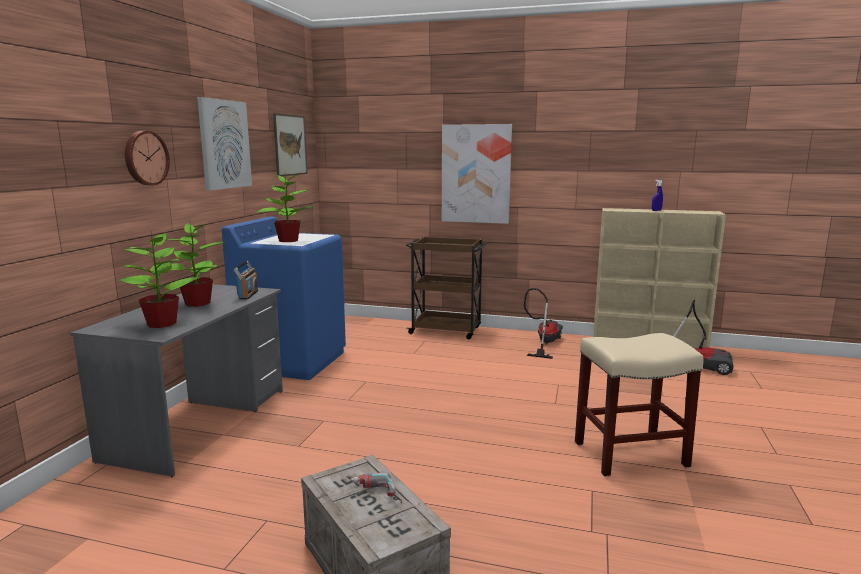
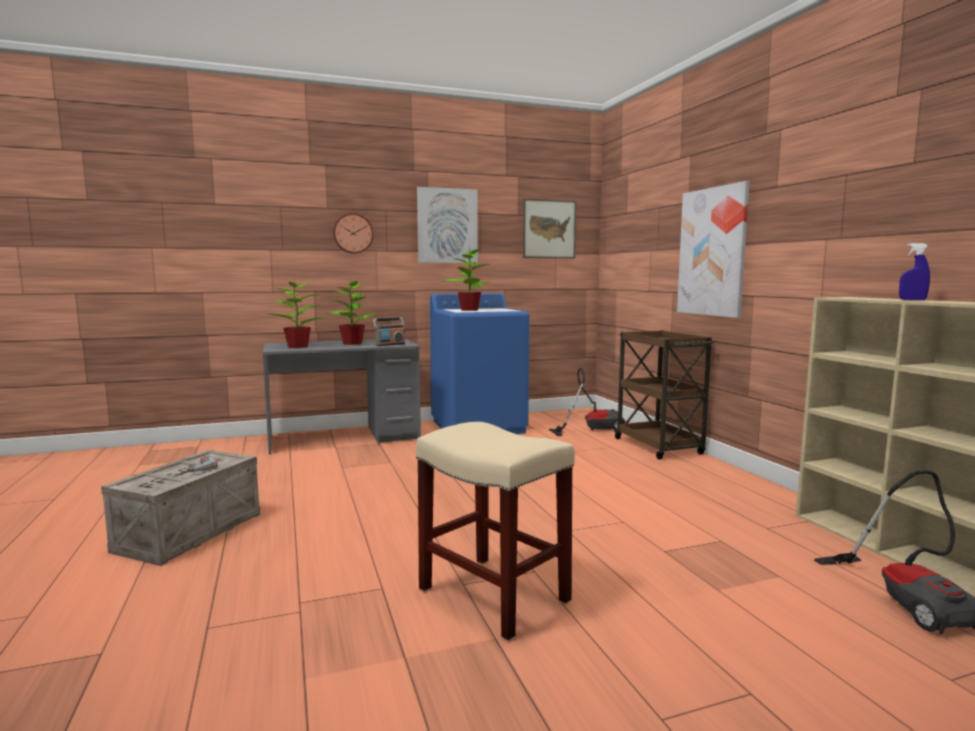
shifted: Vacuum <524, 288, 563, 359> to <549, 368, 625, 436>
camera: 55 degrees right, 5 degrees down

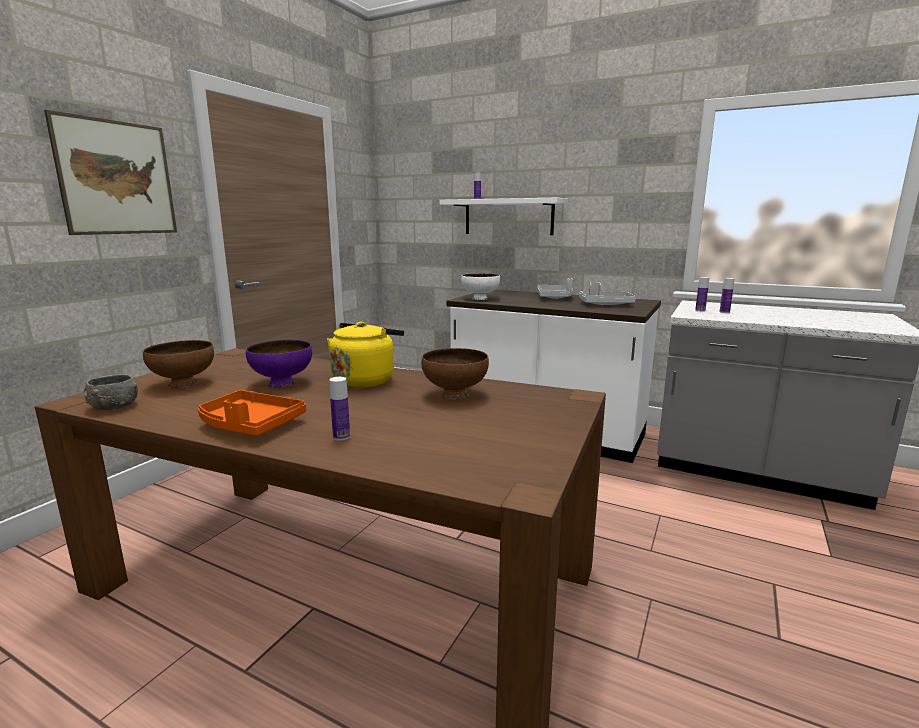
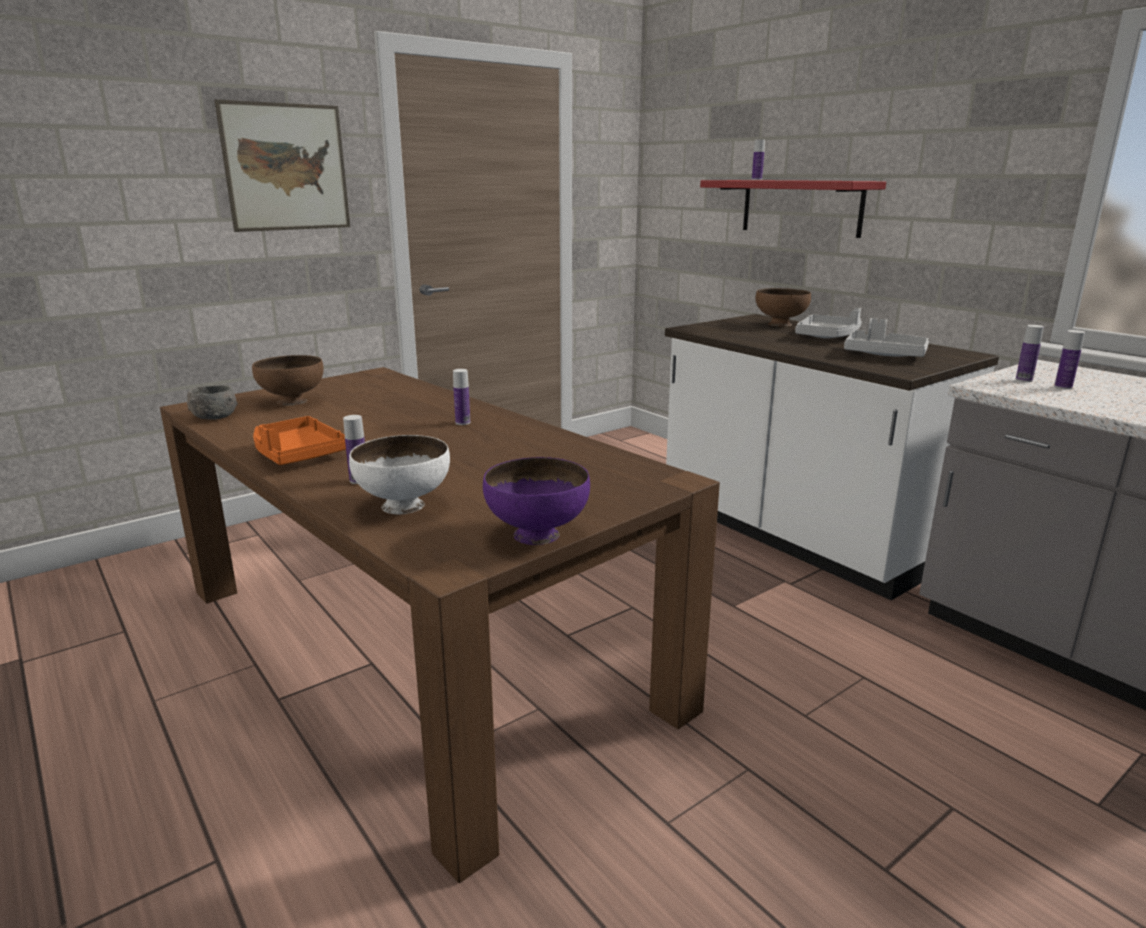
shifted: WhitishDeepDish <461, 273, 500, 300> to <349, 435, 450, 514>; PurpleColouredDeepDish <246, 340, 312, 388> to <483, 457, 590, 545>; BrownishDeepDish <421, 348, 489, 400> to <756, 288, 811, 327>
swapped: YellowKettle <327, 322, 404, 388> to BeverageBottle <453, 369, 470, 425>
repainted: WhitishBracketShelf <439, 198, 568, 235> to RedColouredBracketShelf <700, 180, 886, 238>
camera: 25 degrees right, 5 degrees up

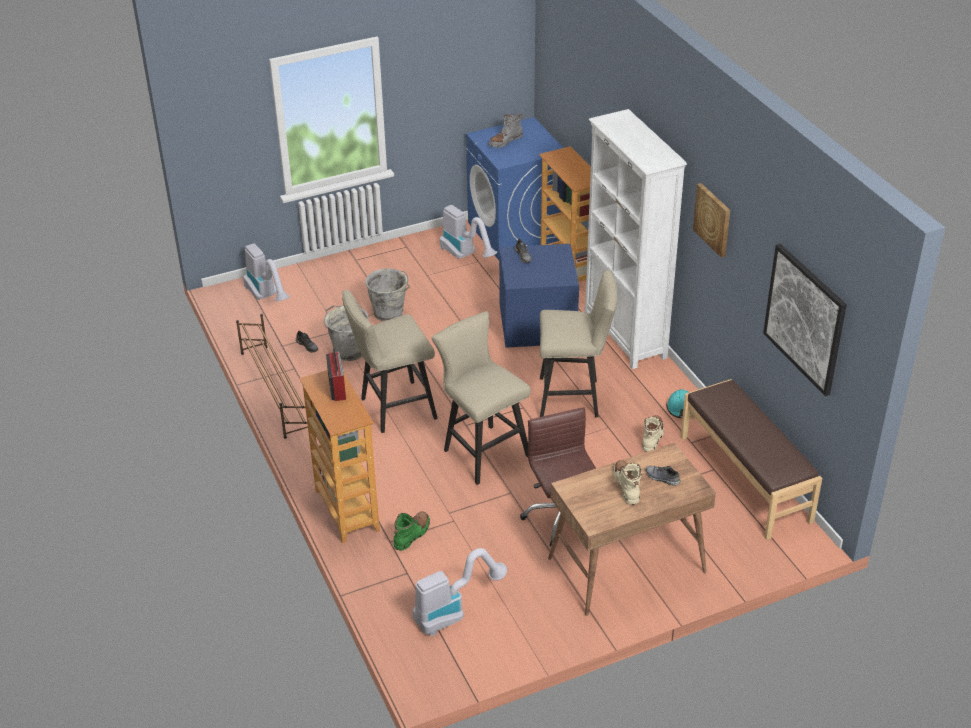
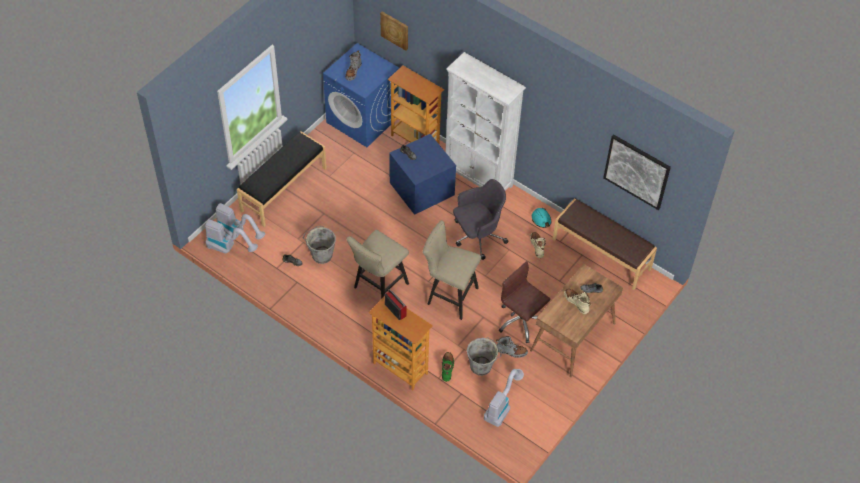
gone: BrownishShoeRack <236, 314, 308, 439>
new: BlackColouredLongSeat <237, 131, 327, 227>; GrayBoot <496, 336, 528, 358>
shifted: Vacuum <440, 205, 497, 259> to <205, 220, 258, 253>; WallPicture <693, 183, 730, 258> to <380, 12, 408, 51>; GrayWaterBucket <365, 268, 410, 321> to <467, 337, 502, 376>
swapped: BeigeColouredStool <540, 270, 617, 417> to GrayDeskChair <453, 179, 508, 260>
camera: 30 degrees left, 15 degrees up

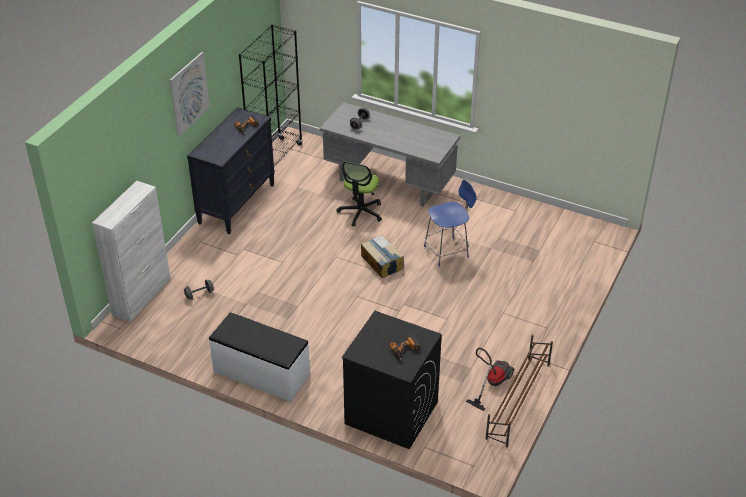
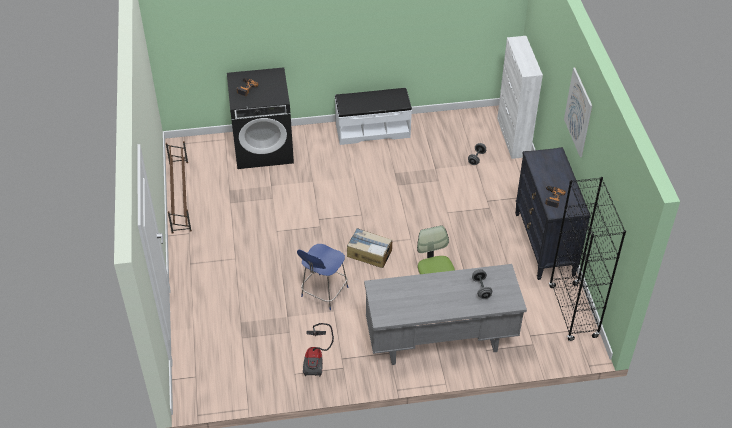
shifted: Vacuum <466, 348, 515, 411> to <303, 323, 334, 376>
camera: 145 degrees right, 5 degrees up

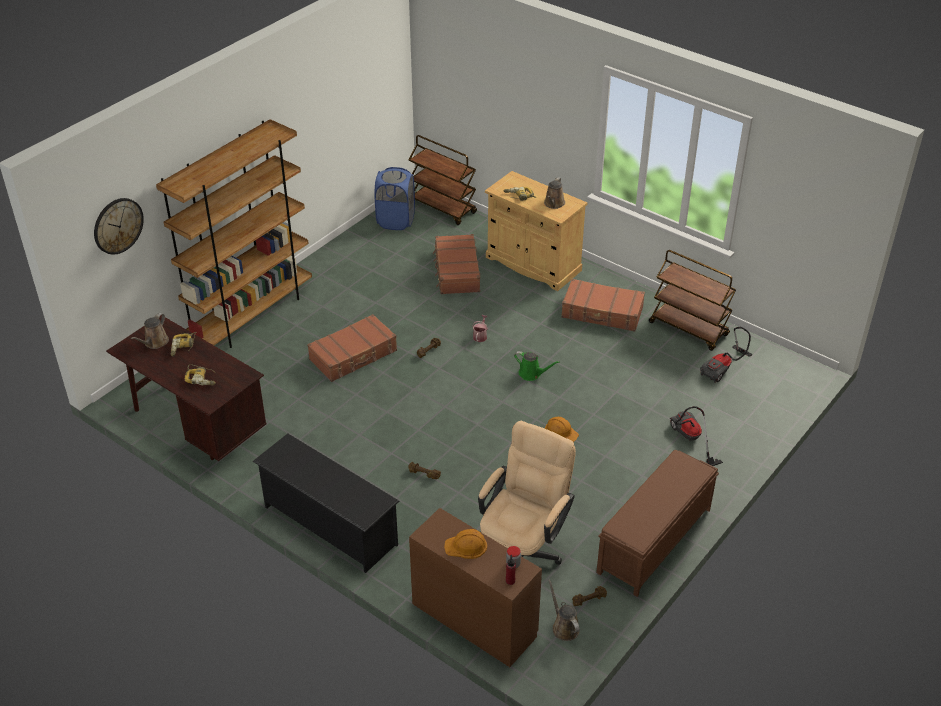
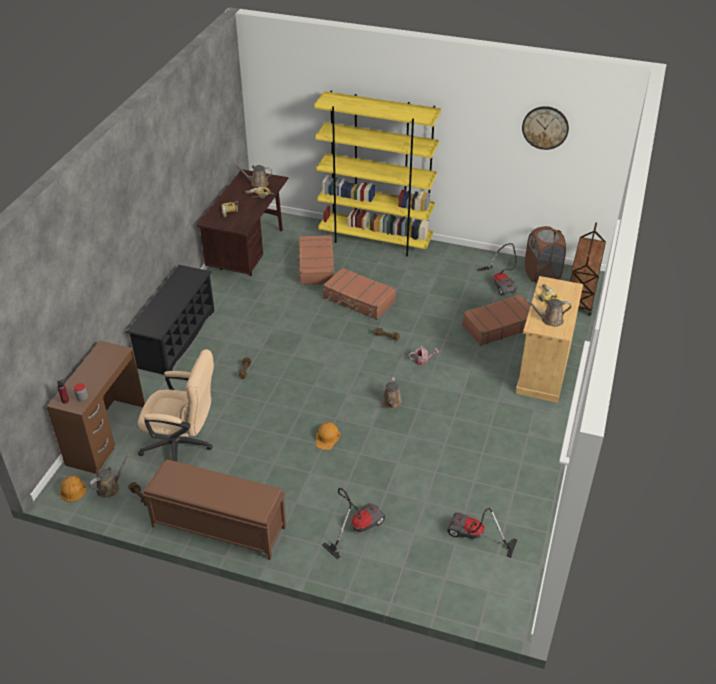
gone: BrownishTrolley <649, 250, 736, 351>
new: Vacuum <477, 243, 518, 296>
shifted: OrangeHardHat <444, 529, 487, 559> to <60, 476, 87, 502>; BrownishPieceOfLuggage <561, 279, 645, 332> to <297, 235, 335, 285>; WallClock <94, 198, 144, 255> to <522, 106, 569, 150>
repainted: BrownishBookcase <156, 119, 312, 348> to YellowBookcase <314, 90, 441, 256>; GreenishWateringPot <514, 351, 560, 381> to BrownishWateringPot <382, 377, 402, 409>; BluishLaundryBasket <374, 167, 415, 230> to BrownishLaundryBasket <525, 226, 566, 283>
camera: 70 degrees right, 0 degrees up

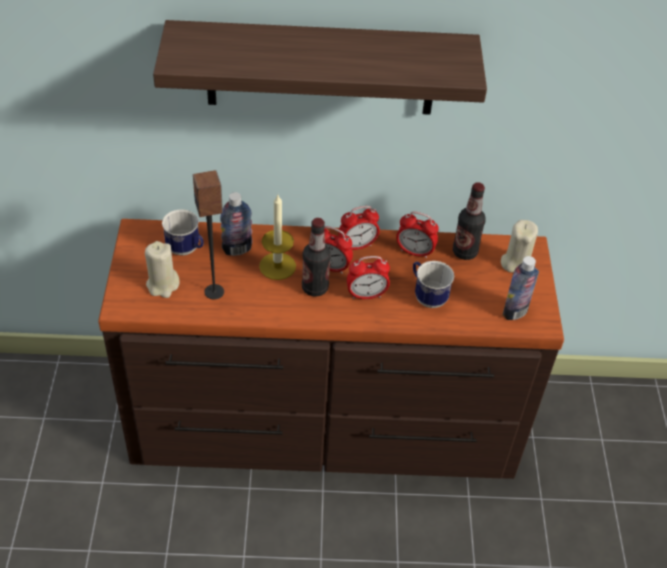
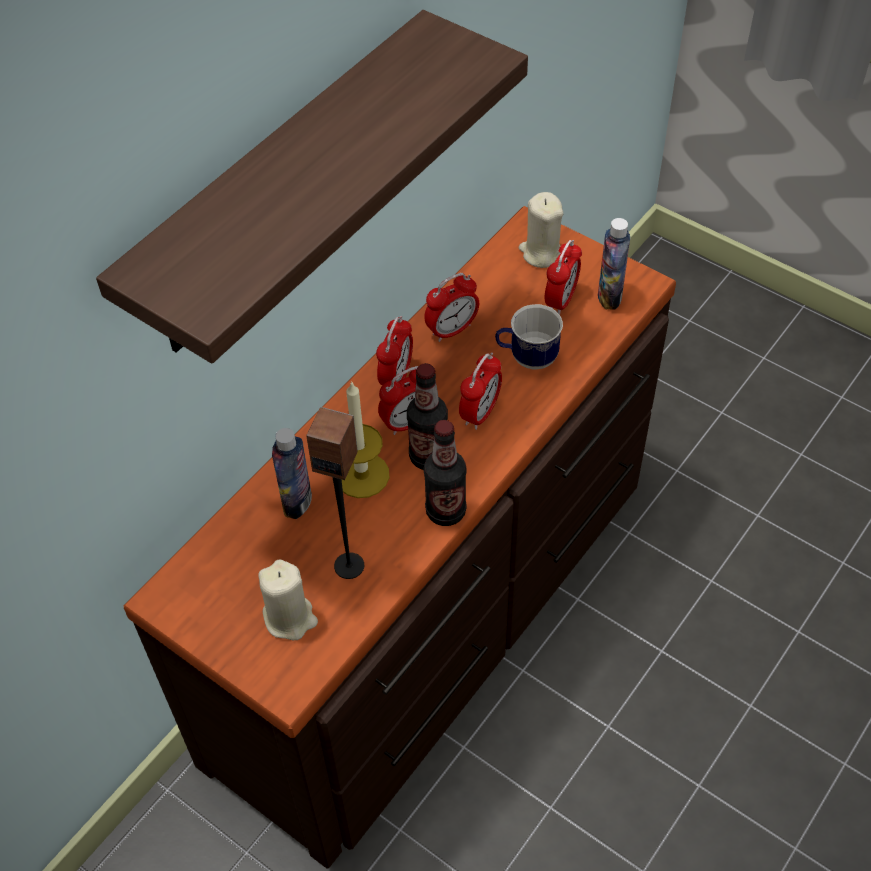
gone: TeaMug <162, 209, 204, 255>
new: BedsideClock <545, 240, 582, 315>
shifted: BeverageBottle <453, 182, 485, 260> to <424, 420, 467, 526>
camera: 50 degrees left, 5 degrees up

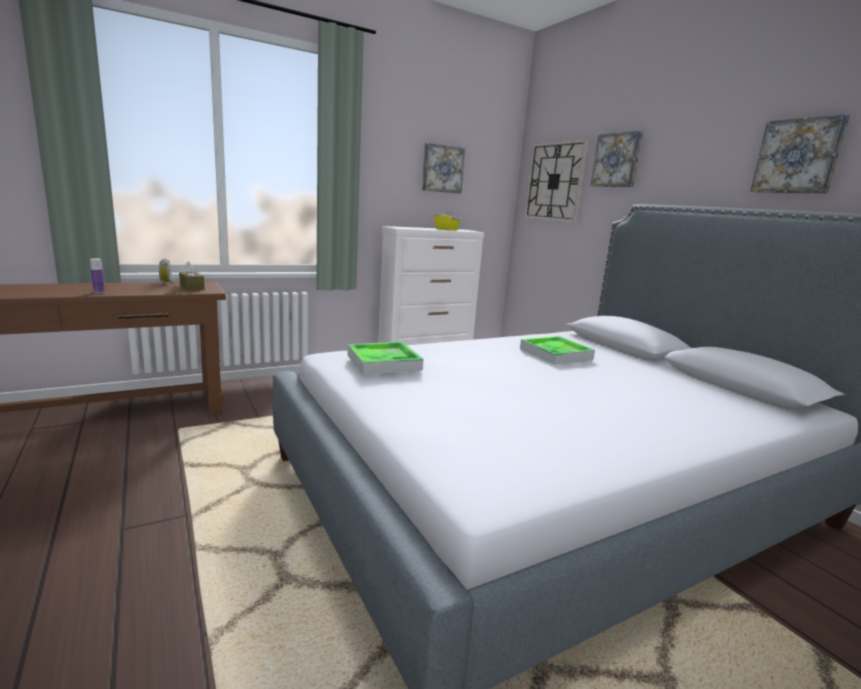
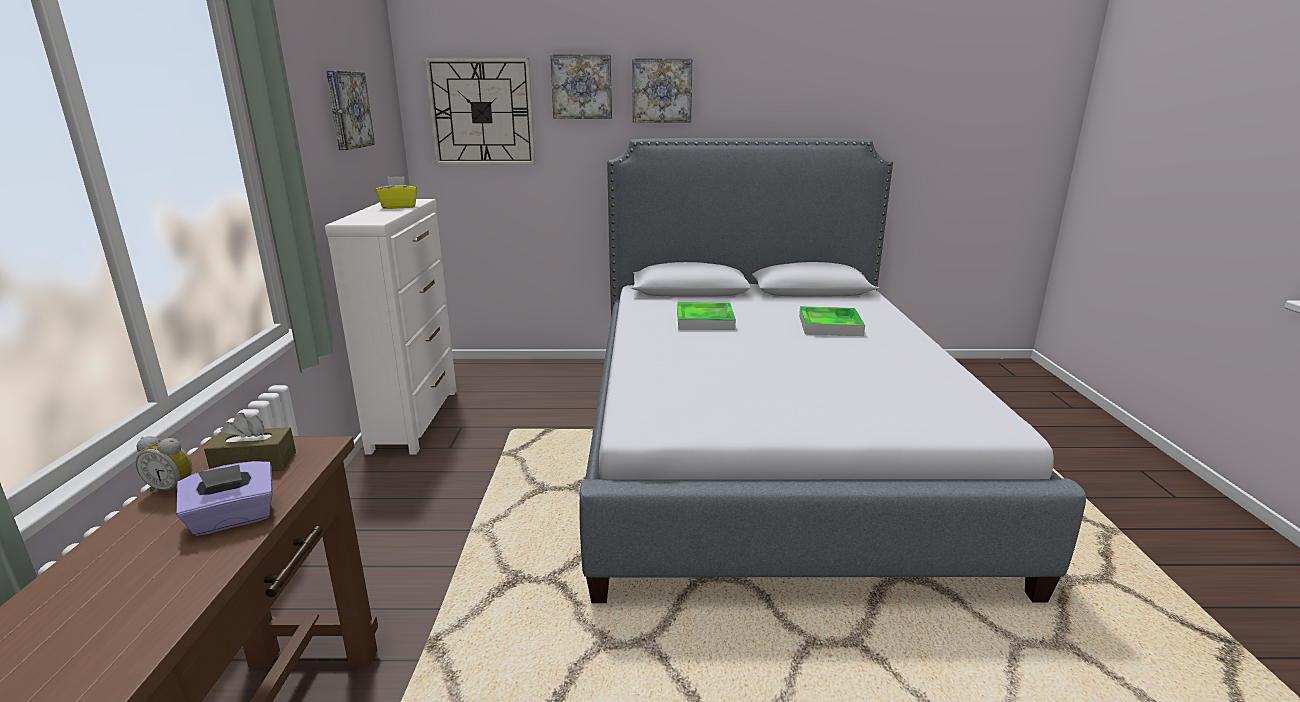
gone: BeverageBottle <90, 258, 105, 293>
new: PurpleColouredTissueBox <176, 461, 273, 536>
shifted: WallPicture <750, 114, 850, 194> to <632, 58, 692, 122>; Tray <348, 342, 424, 375> to <799, 306, 865, 336>
camera: 60 degrees left, 5 degrees up

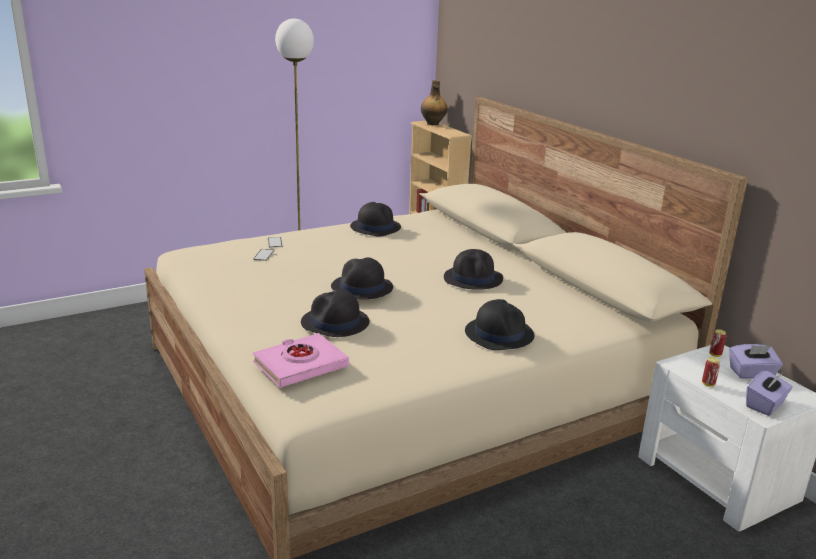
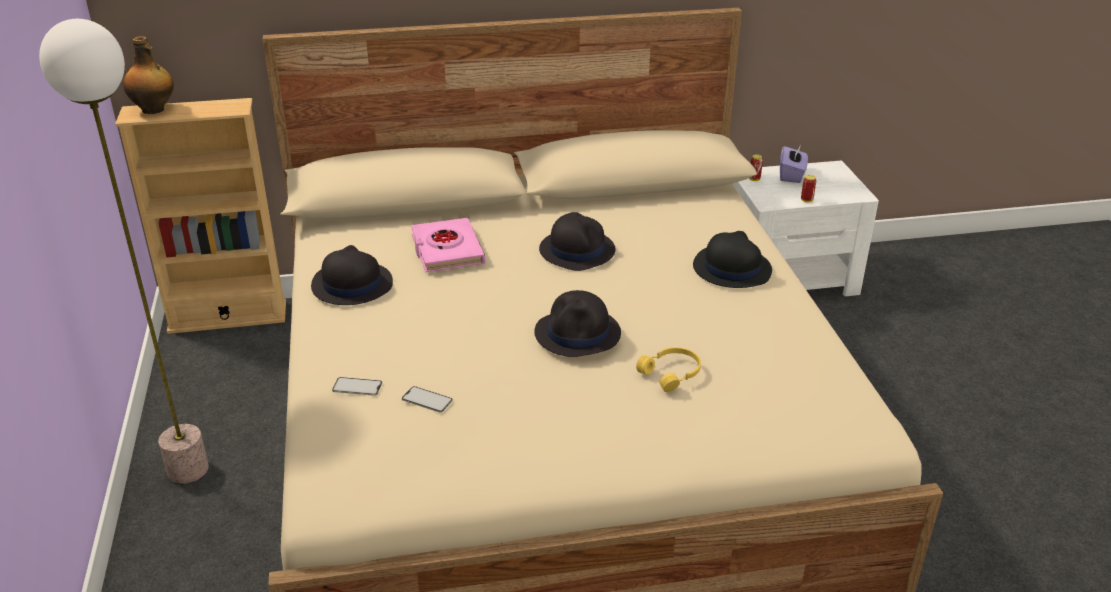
gone: PurpleColouredTissueBox <746, 371, 793, 416>
shifted: PinkColouredBoundBook <253, 333, 349, 388> to <411, 218, 485, 272>
swapped: BlackColouredHat <301, 289, 369, 337> to YellowPairOfHeadphones <636, 347, 701, 392>
camera: 70 degrees left, 10 degrees up

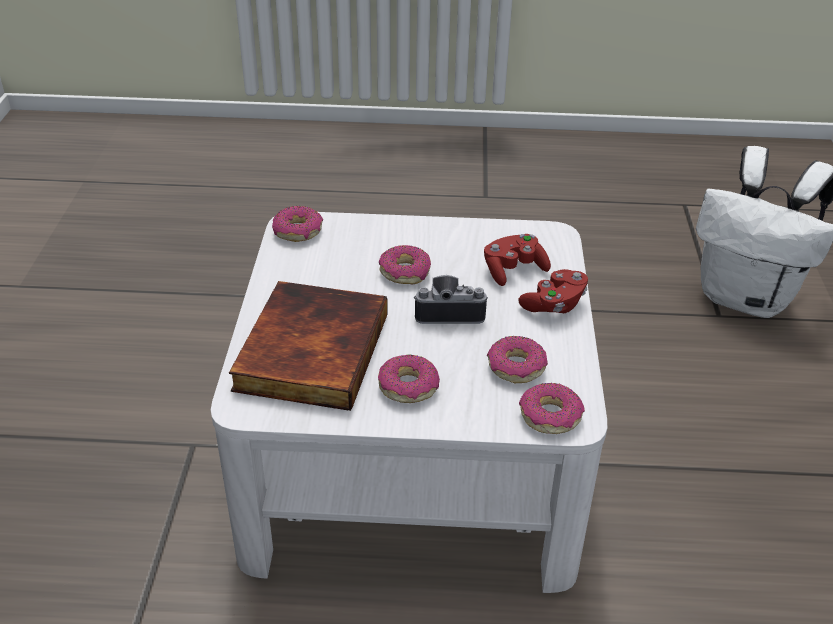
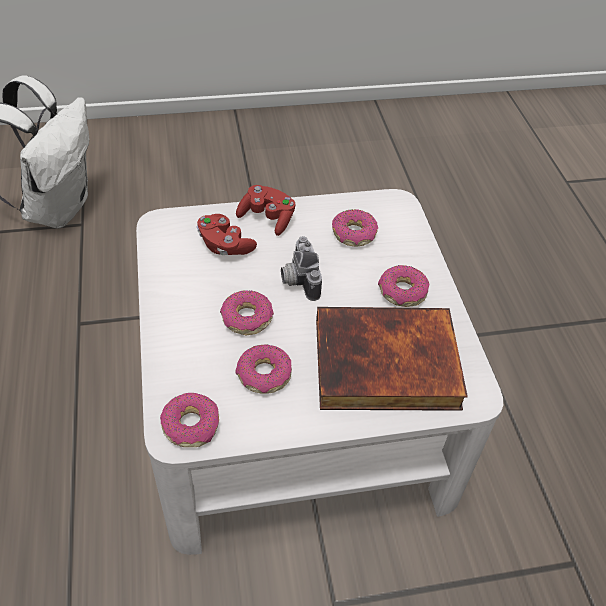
shifted: Donut <519, 383, 585, 434> to <235, 344, 292, 394>
camera: 105 degrees left, 10 degrees up

